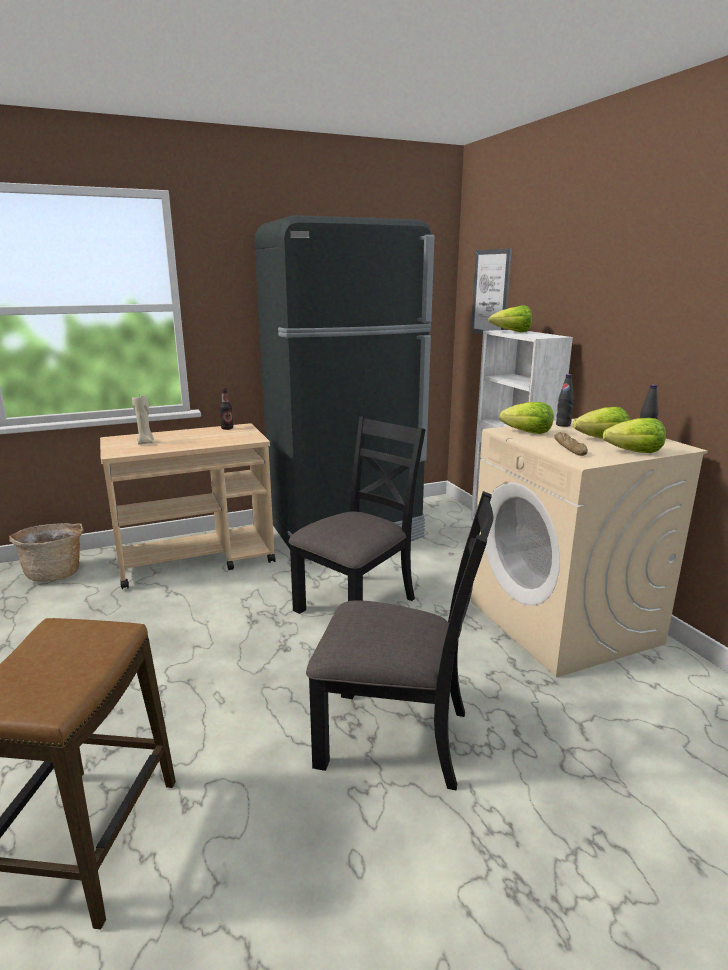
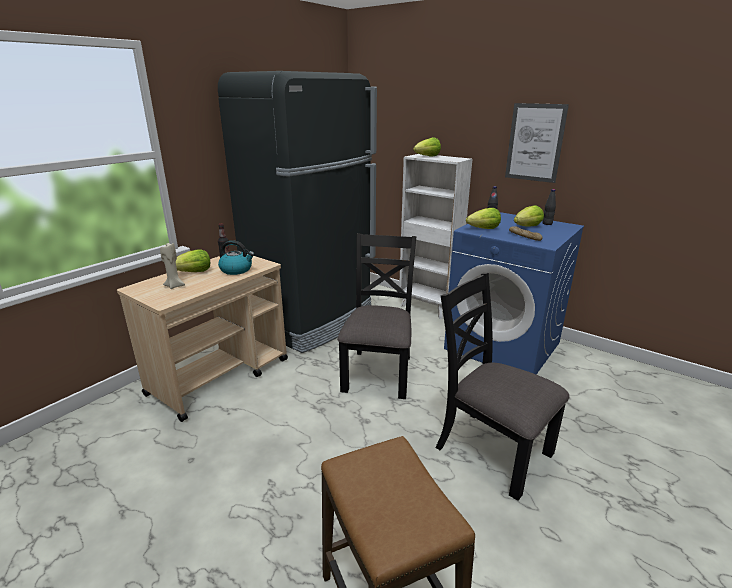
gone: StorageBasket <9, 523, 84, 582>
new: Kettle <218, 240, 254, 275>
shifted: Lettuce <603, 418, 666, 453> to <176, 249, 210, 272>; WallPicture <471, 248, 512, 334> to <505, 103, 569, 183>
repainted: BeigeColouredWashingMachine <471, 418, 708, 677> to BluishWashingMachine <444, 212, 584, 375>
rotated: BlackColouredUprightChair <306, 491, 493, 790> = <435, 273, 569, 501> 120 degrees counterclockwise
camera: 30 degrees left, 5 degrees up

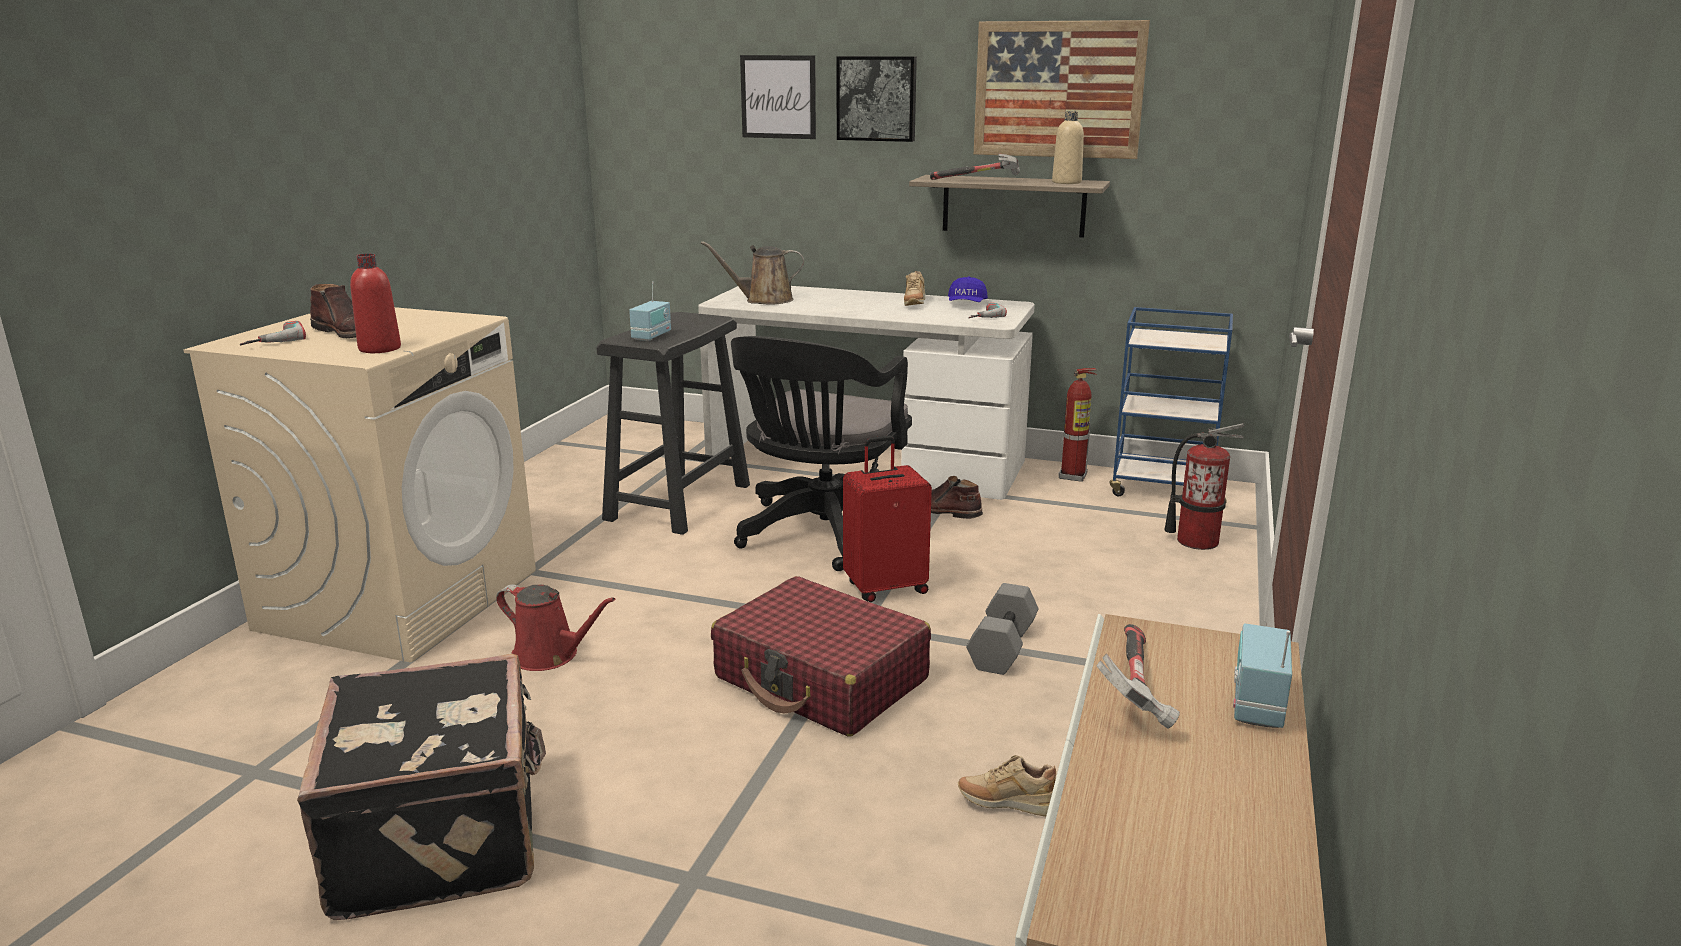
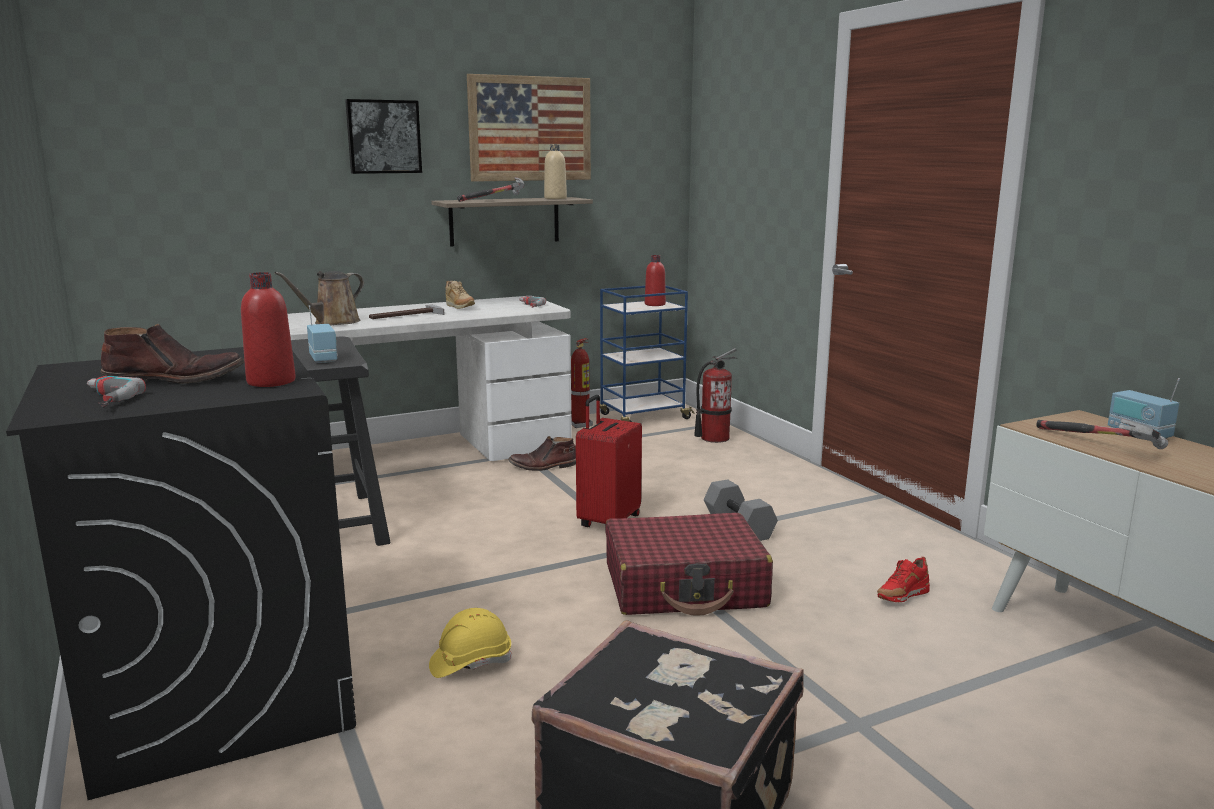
gone: BlackColouredDeskChair <731, 336, 912, 571>; WallPicture <740, 55, 816, 139>; BluishPeakedCap <948, 276, 988, 302>
new: Hammer <369, 305, 445, 319>; RedColouredBeverageBottle <645, 255, 666, 306>
swapped: RedColouredWateringPot <496, 585, 615, 671> to YellowHardHat <429, 608, 512, 678>
repainted: BeigeColouredWashingMachine <183, 307, 536, 662> to BlackColouredWashingMachine <6, 347, 356, 800>; BeigeColouredLowShoe <958, 755, 1056, 816> to RedColouredLowShoe <877, 557, 930, 602>
camera: 45 degrees left, 5 degrees down

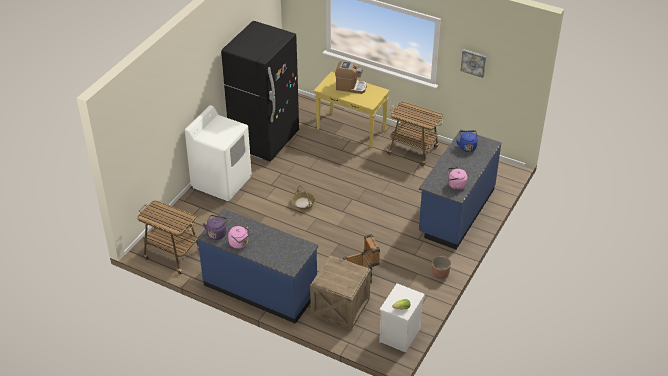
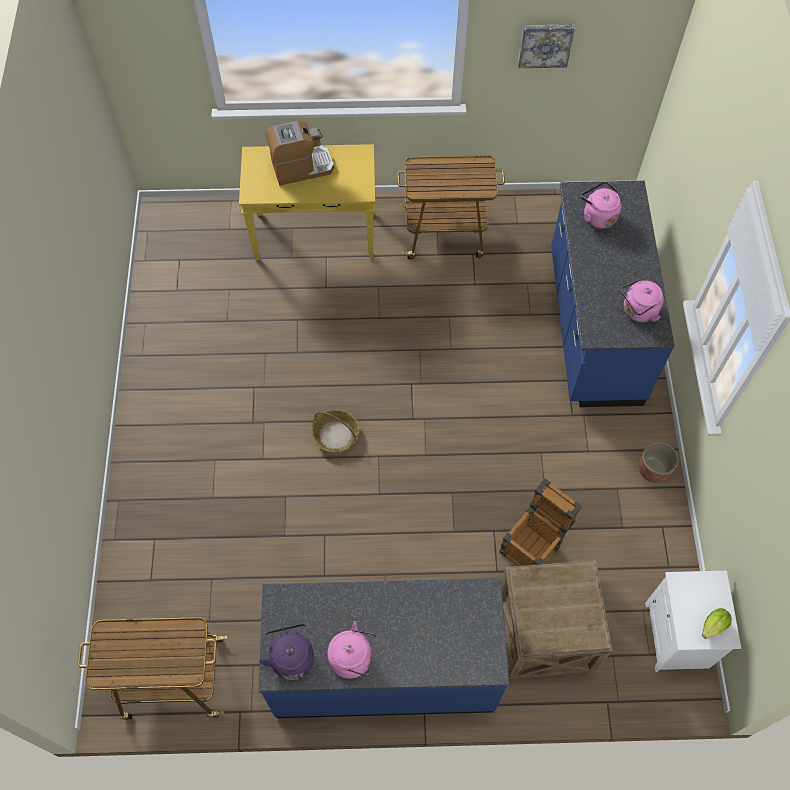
gone: WhitishWashingMachine <185, 105, 252, 201>; BlackColouredKitchenFridge <221, 21, 299, 162>
repainted: BluishKettle <456, 130, 478, 152> to PinkColouredKettle <581, 181, 621, 229>
camera: 30 degrees left, 20 degrees up

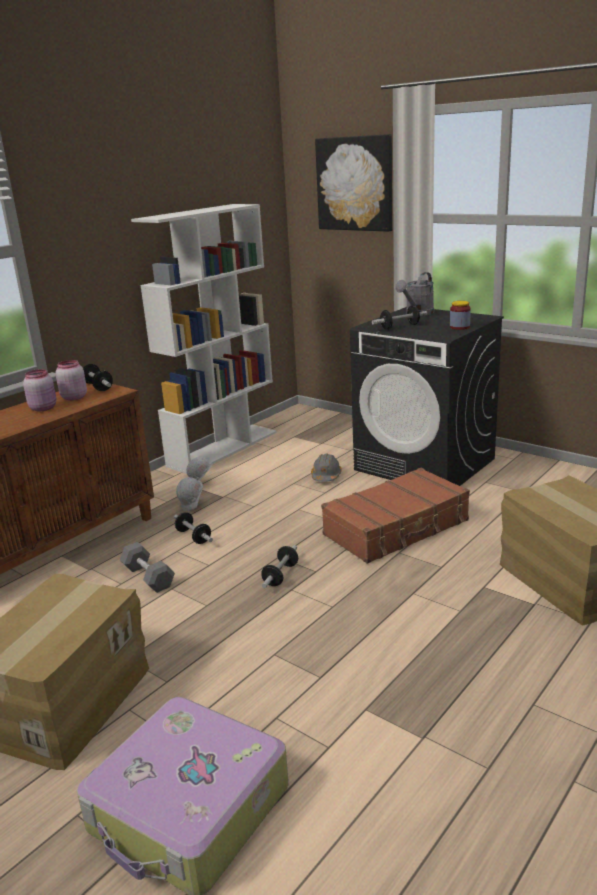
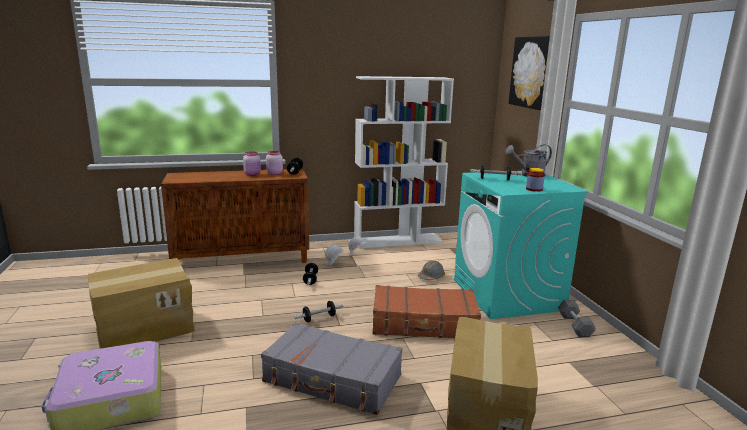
new: GrayPieceOfLuggage <261, 322, 402, 415>
shifted: GrayDumbbell <120, 542, 175, 593> to <558, 300, 596, 337>
repainted: BlackColouredWashingMachine <350, 307, 504, 486> to BlueGreenWashingMachine <454, 171, 588, 319>
camera: 35 degrees right, 5 degrees down

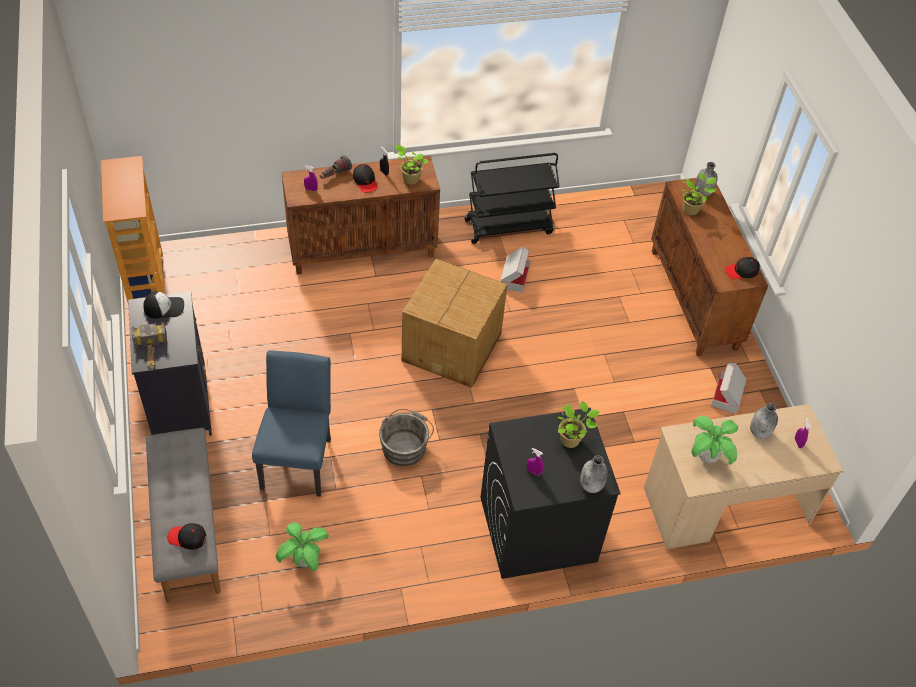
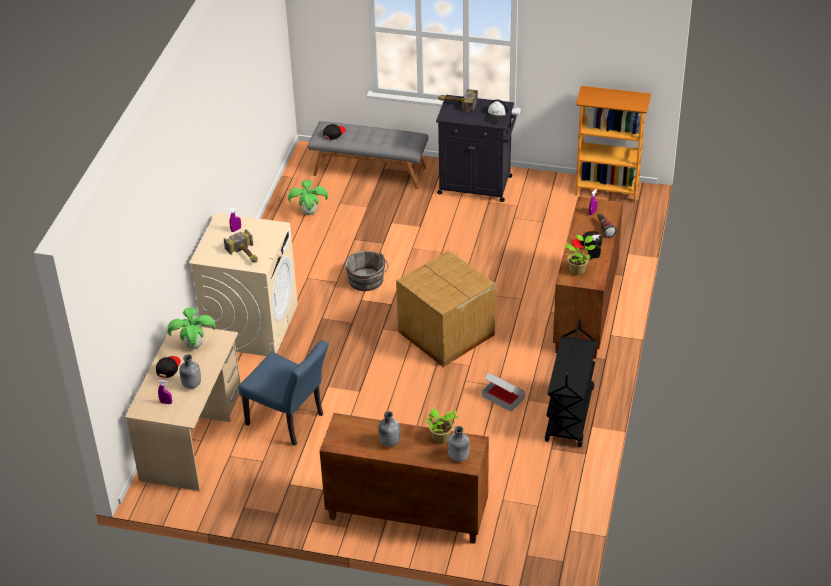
gone: PackingBox <711, 363, 747, 414>
shifted: BlackColouredPeakedCap <725, 257, 760, 279> to <156, 356, 181, 378>; BluishUprightChair <252, 350, 331, 497> to <239, 340, 329, 446>; GrayBeverageBottle <580, 455, 608, 493> to <378, 411, 400, 447>
swapped: Houseplant <558, 401, 600, 448> to Hammer <224, 230, 258, 263>
repainted: BlackColouredWashingMachine <481, 408, 621, 579> to BeigeColouredWashingMachine <189, 213, 298, 356>
camera: 120 degrees right, 10 degrees down

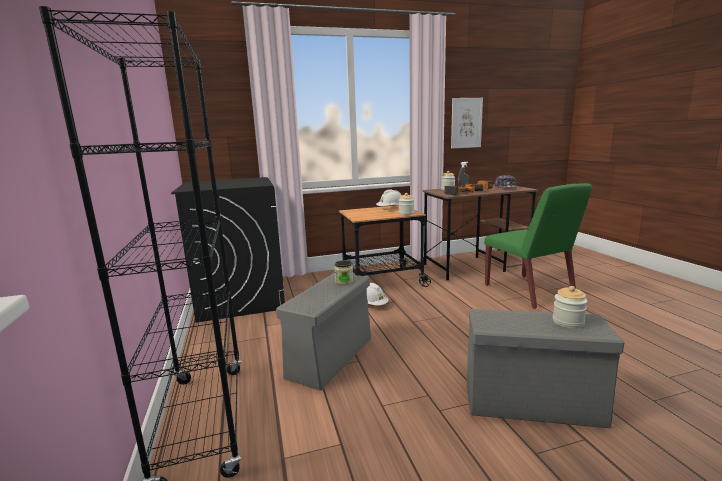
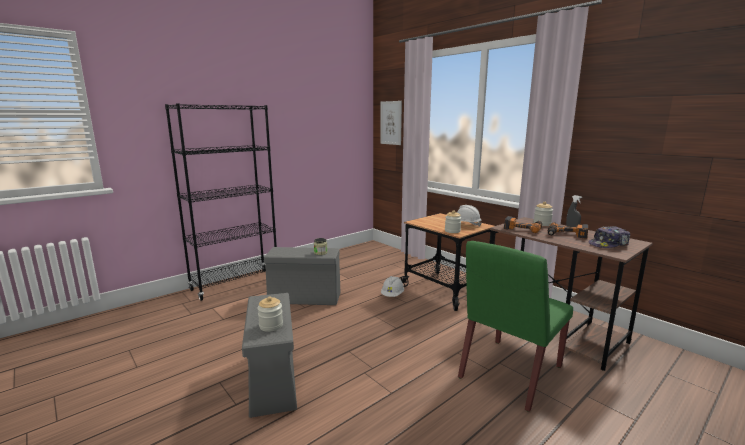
gone: BlackColouredWashingMachine <171, 177, 285, 323>
shifted: WallPicture <451, 98, 483, 148> to <380, 101, 402, 145>
camera: 65 degrees right, 0 degrees up

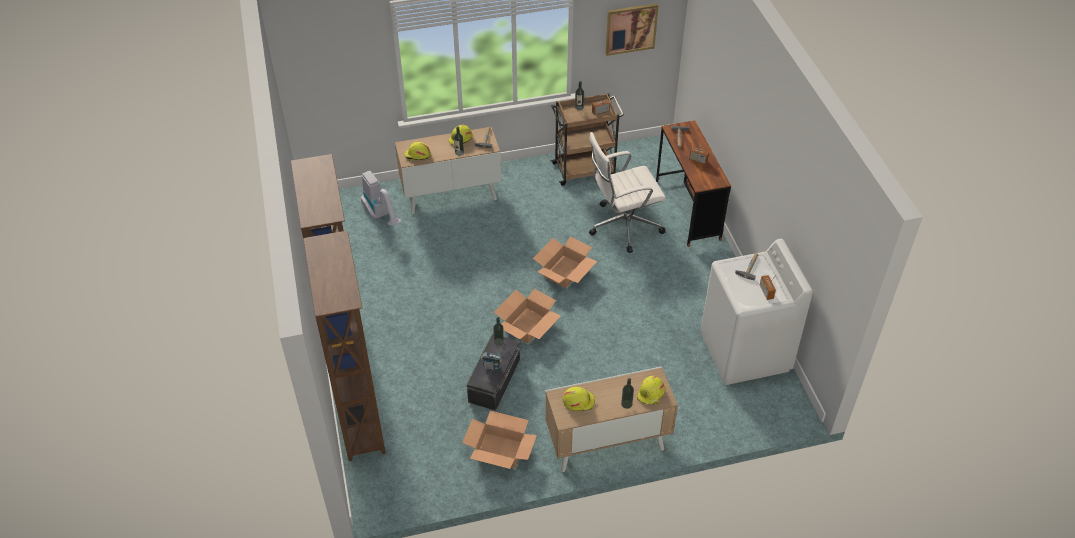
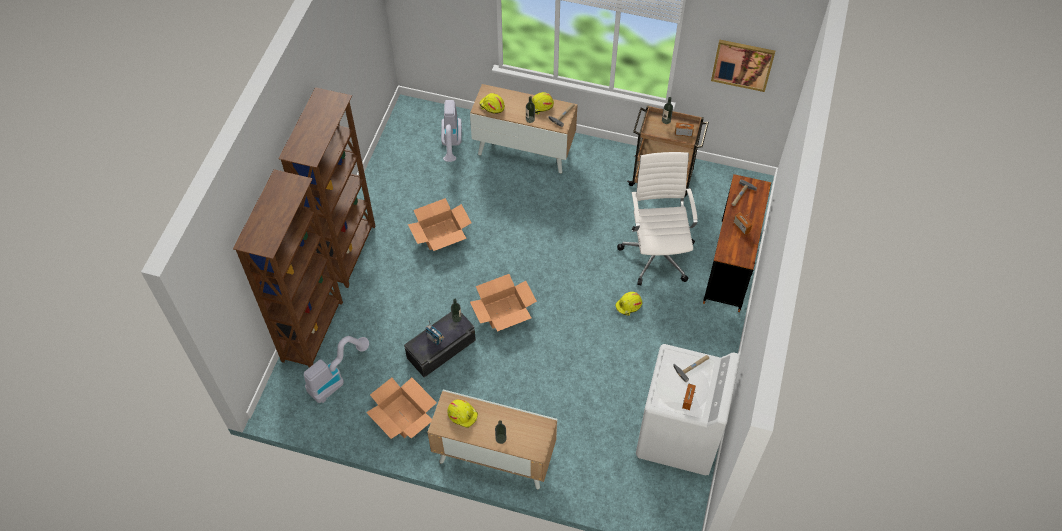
new: Vacuum <304, 336, 369, 403>
shifted: PackingBox <533, 237, 597, 288> to <408, 198, 472, 251>; YellowHardHat <637, 376, 665, 405> to <615, 292, 642, 316>
rotated: WhitishDeskChair <589, 132, 666, 253> = <617, 152, 698, 285> 75 degrees clockwise
camera: 30 degrees right, 10 degrees up

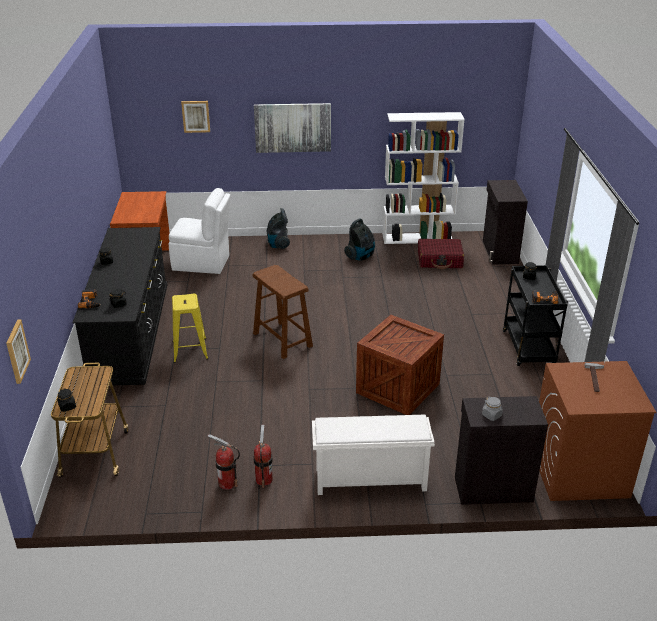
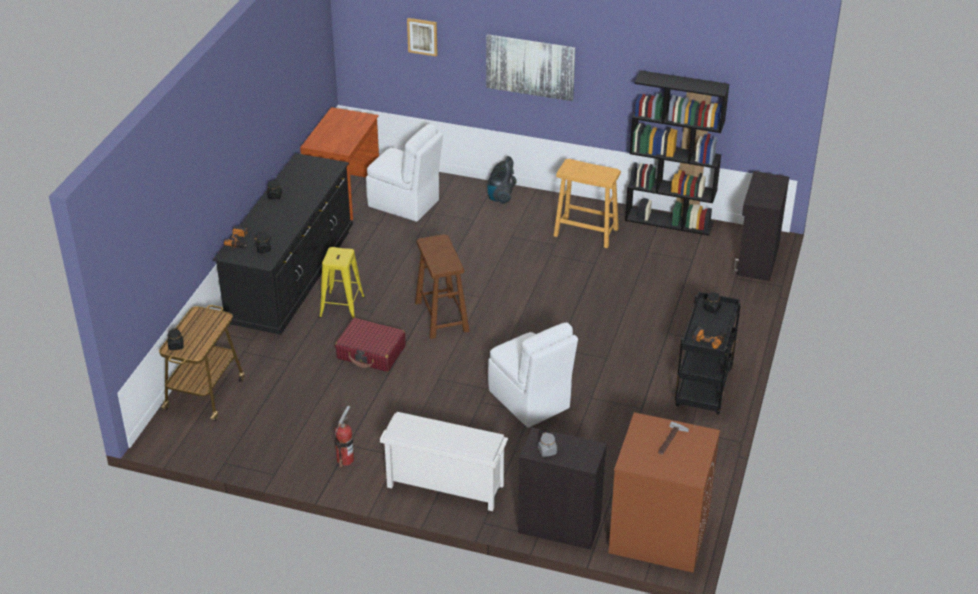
gone: WallPicture <6, 320, 31, 384>; FireFightingCylinder <208, 434, 240, 490>
shifted: RedColouredPieceOfLuggage <418, 239, 464, 269> to <335, 318, 406, 372>
swapped: PackingCrate <356, 315, 444, 415> to WhitishUprightChair <488, 322, 578, 428>; Vacuum <344, 219, 375, 261> to BeigeColouredStool <554, 159, 621, 248>
repainted: WhitishBookcase <383, 112, 465, 244> to BlackColouredBookcase <625, 70, 729, 236>
camera: 20 degrees right, 5 degrees up

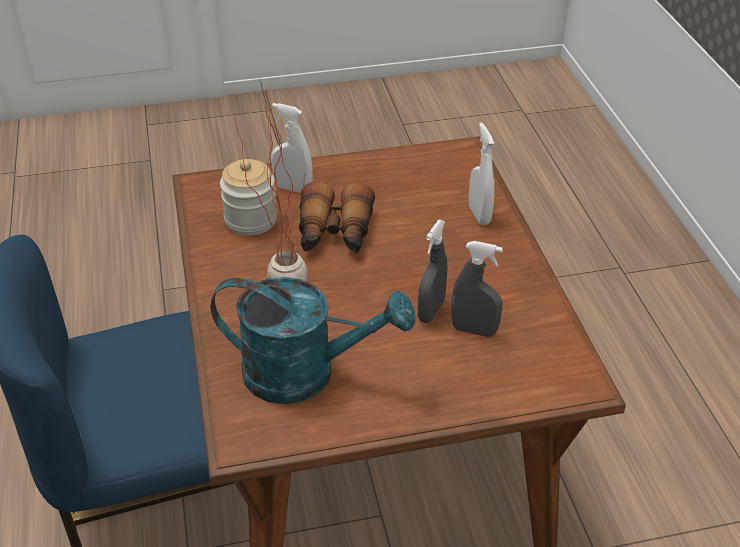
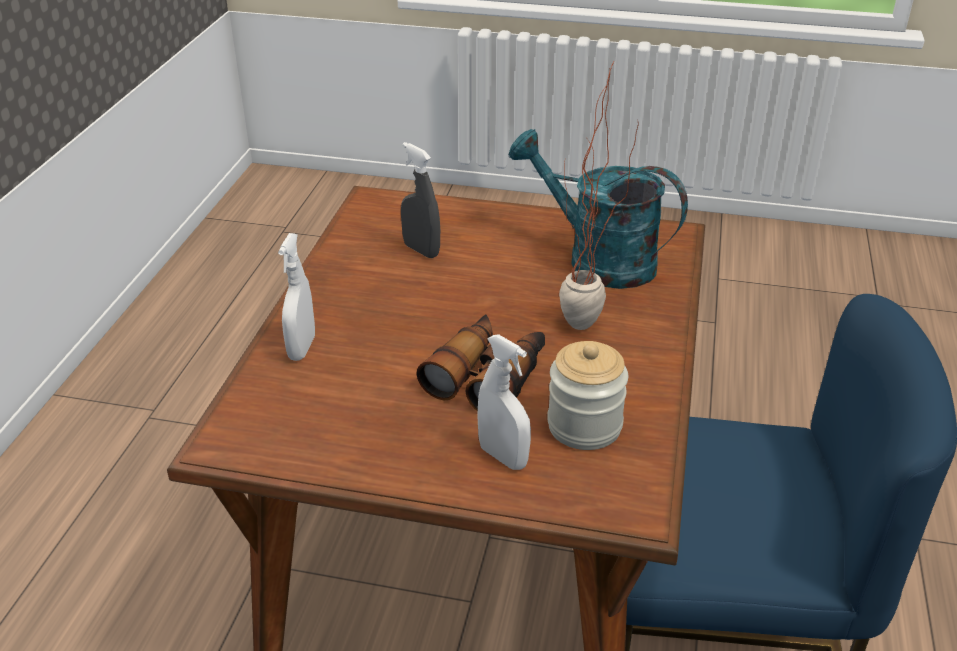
gone: GraySprayBottle <418, 220, 447, 323>
camera: 155 degrees left, 5 degrees down

